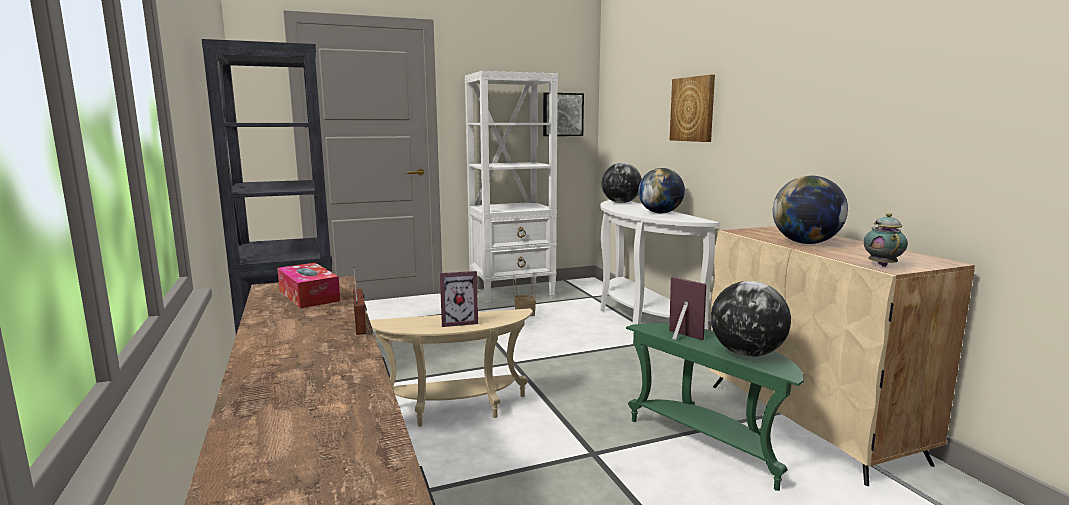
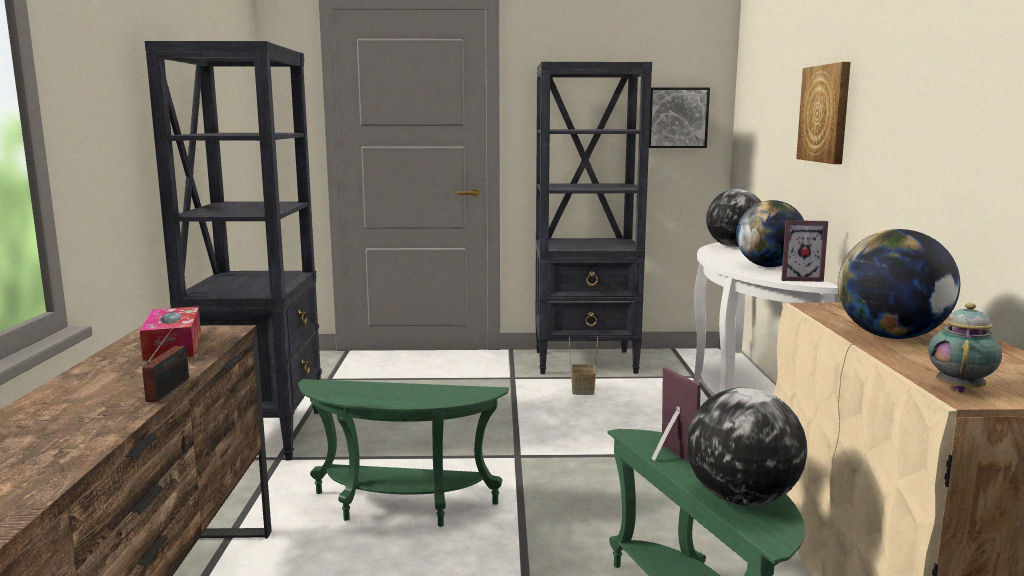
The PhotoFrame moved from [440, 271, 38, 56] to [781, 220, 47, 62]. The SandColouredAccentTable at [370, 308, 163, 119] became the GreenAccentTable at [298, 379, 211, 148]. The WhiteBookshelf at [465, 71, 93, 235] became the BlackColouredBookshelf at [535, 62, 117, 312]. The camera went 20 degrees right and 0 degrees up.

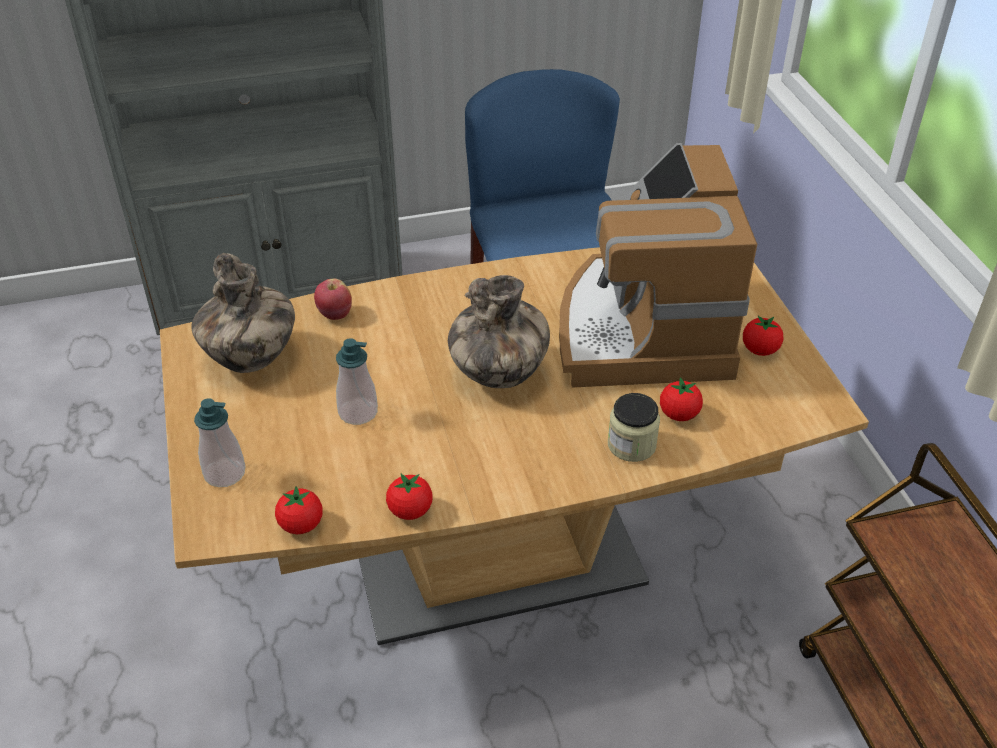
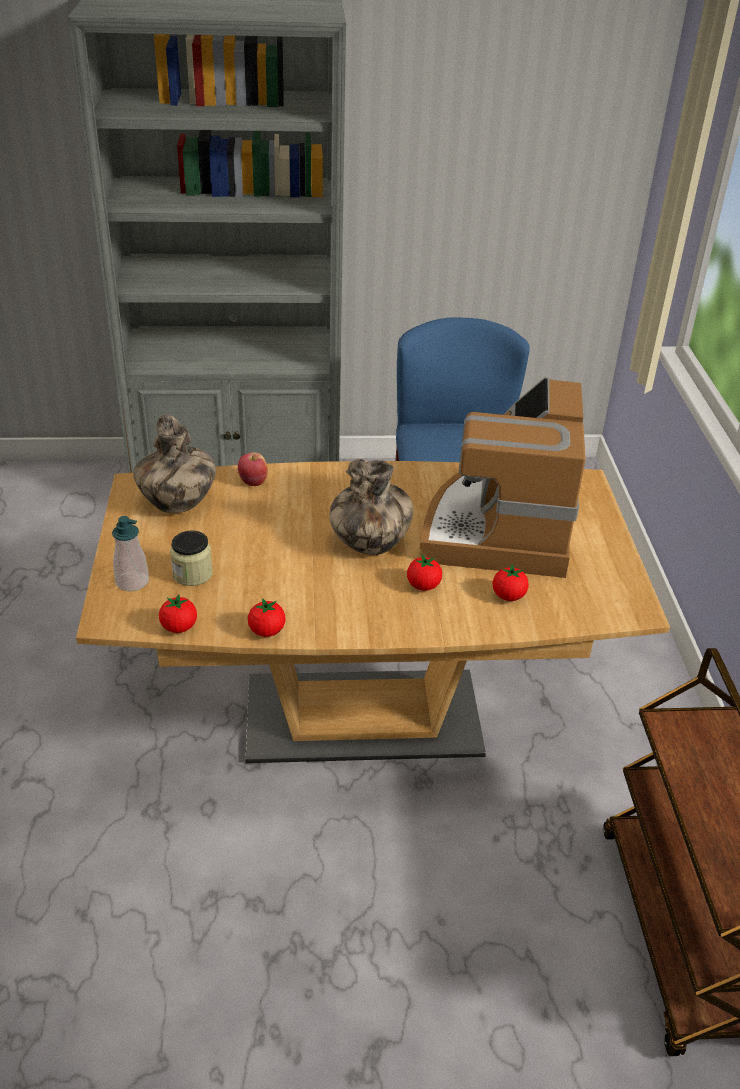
The LiquidSoapBottle at [336, 338, 42, 87] disappeared. The Jar moved from [608, 393, 52, 69] to [170, 531, 43, 55]. The FreshTomato moved from [743, 316, 41, 40] to [407, 554, 35, 37]. The camera went 10 degrees right and 5 degrees down.

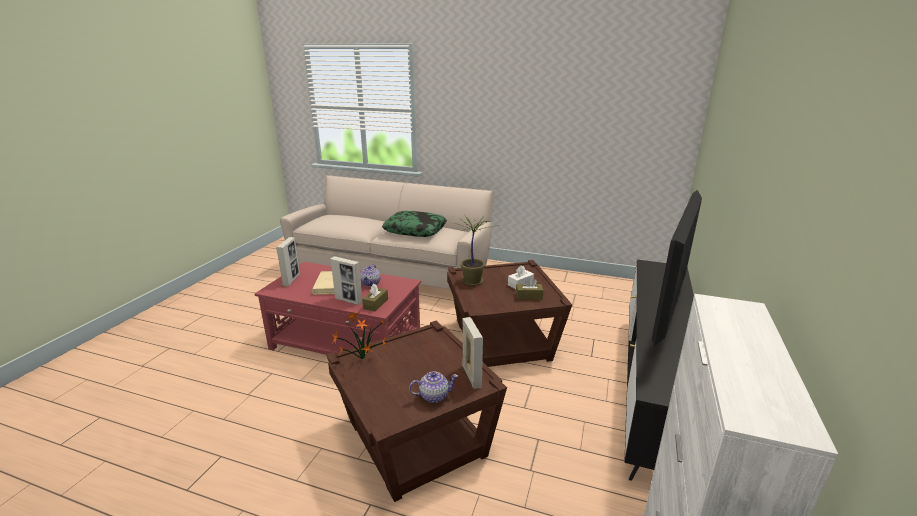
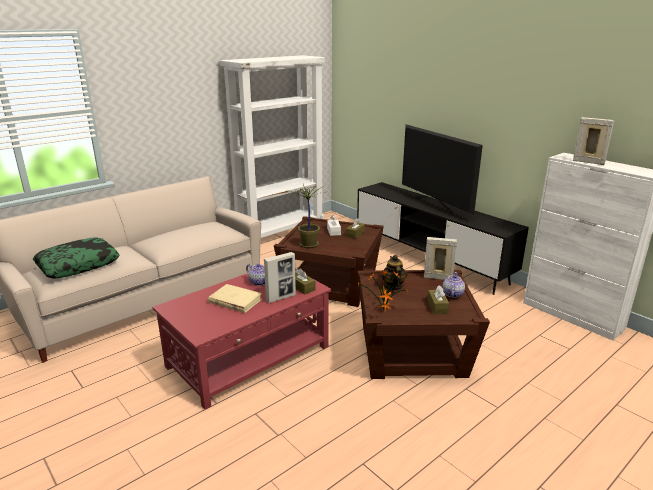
The WhiteBookshelf at [219, 55, 107, 183] appeared. The Teapot at [381, 255, 26, 35] appeared. The BrownBoxOfTissues at [427, 285, 22, 29] appeared. The PhotoFrame moved from [276, 237, 24, 49] to [573, 117, 41, 48]. The ThrowPillow moved from [382, 211, 65, 26] to [33, 238, 86, 40]. The camera went 60 degrees left and 0 degrees up.

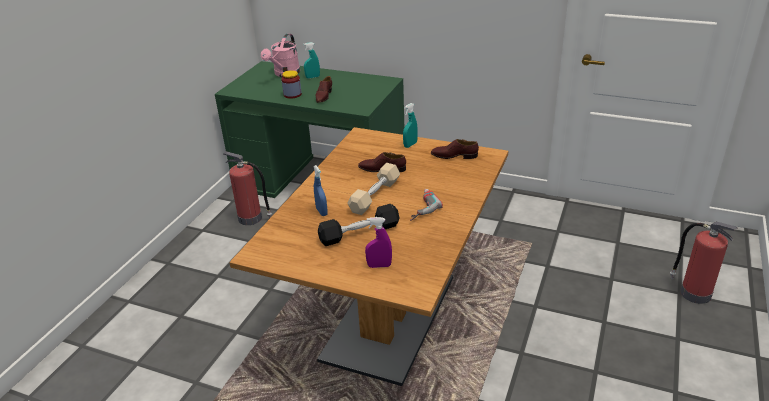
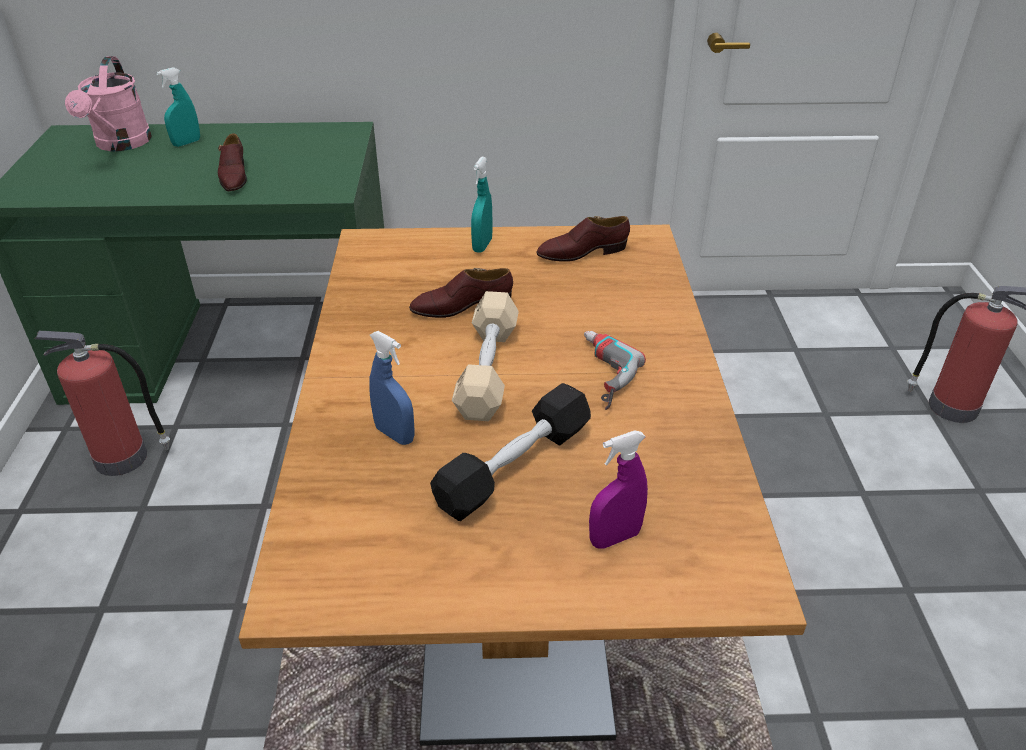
The Jar at [281, 70, 21, 29] disappeared. The camera went 25 degrees left and 5 degrees up.

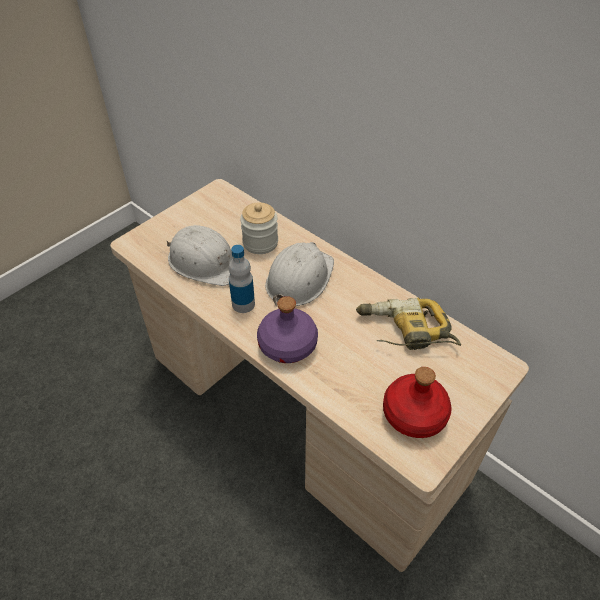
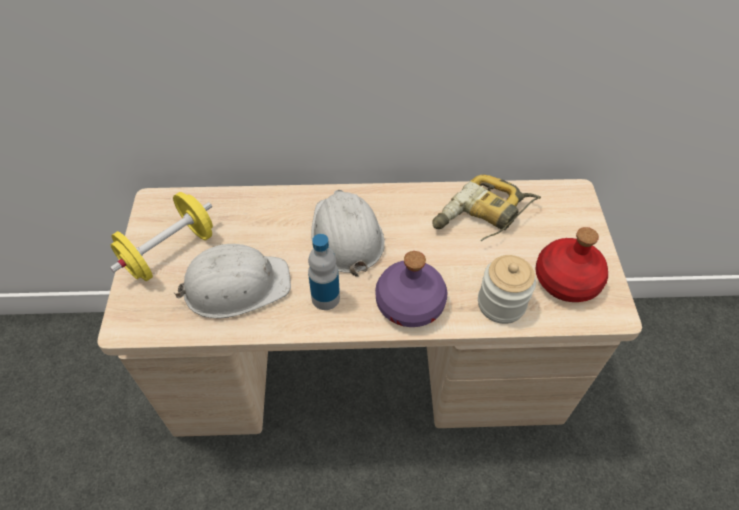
The YellowColouredDumbbell at [110, 192, 103, 89] appeared. The Jar moved from [240, 202, 38, 52] to [478, 255, 58, 69]. The camera went 45 degrees left and 5 degrees up.

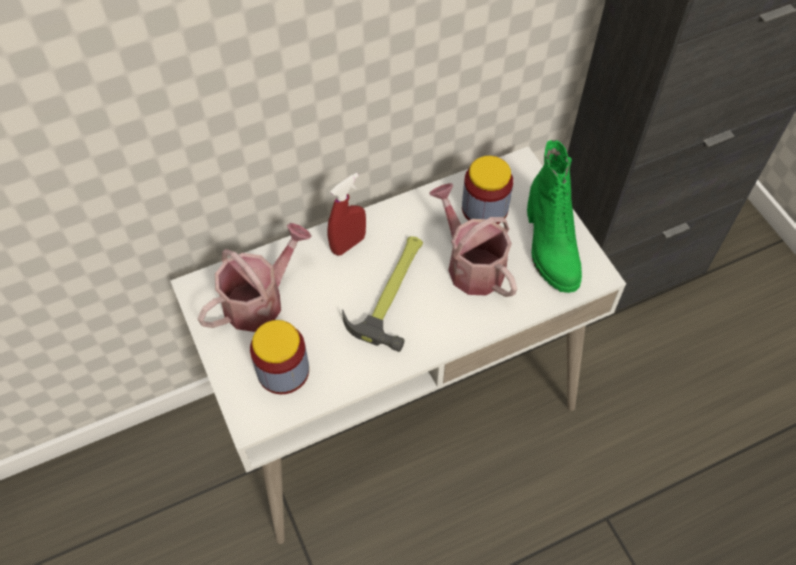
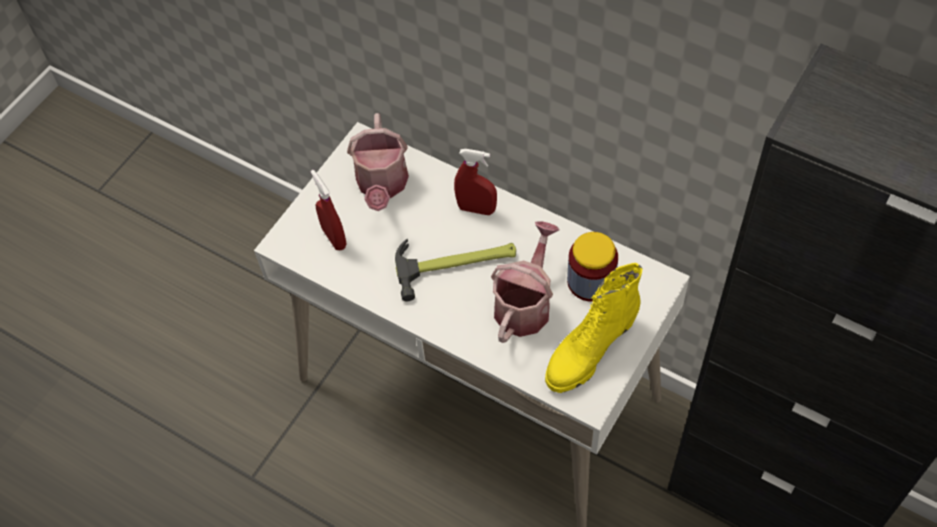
The Jar at [250, 320, 59, 74] was replaced by the RedColouredSprayBottle at [311, 170, 35, 80]. The GreenBoot at [527, 140, 55, 153] became the YellowColouredBoot at [545, 263, 98, 130]. The WateringCan at [197, 223, 115, 109] turned 75 degrees clockwise. The camera went 60 degrees right and 0 degrees up.

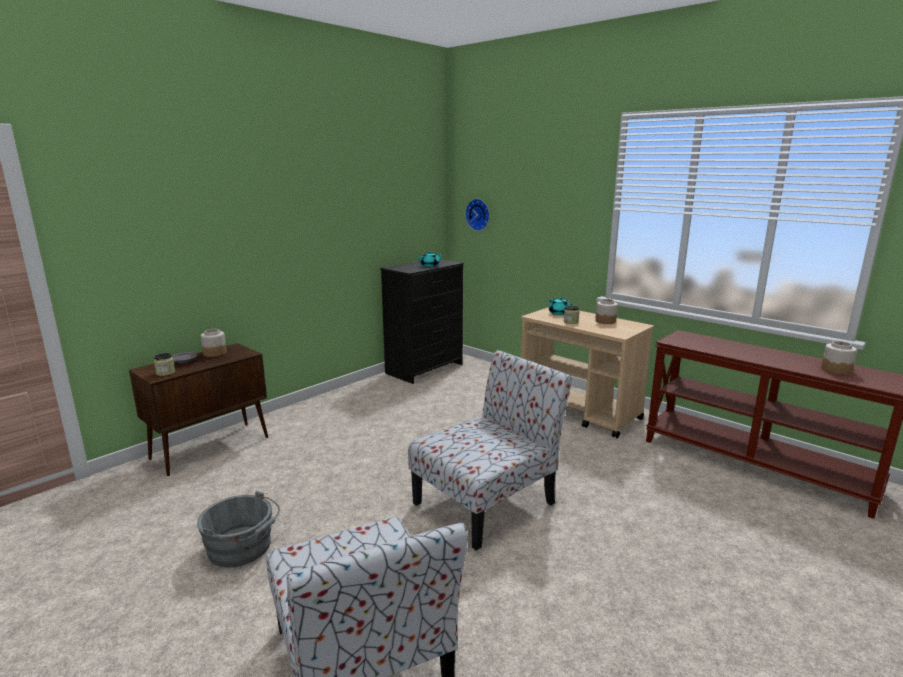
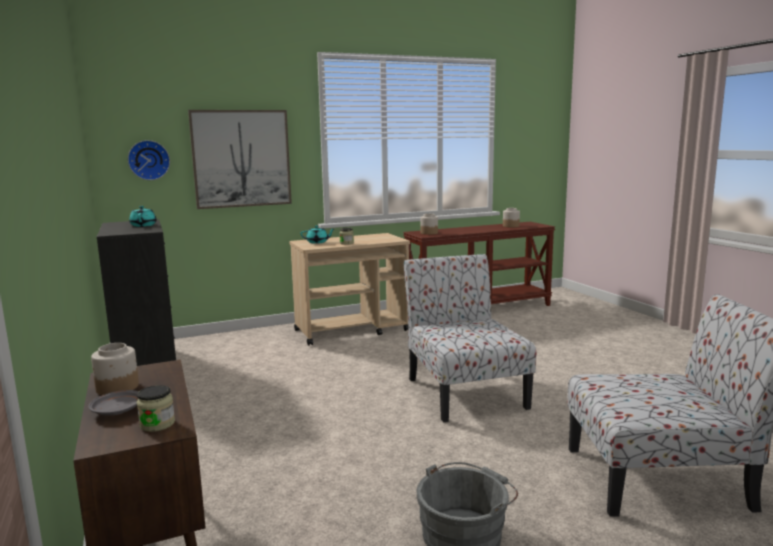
The WallArt at [188, 110, 104, 99] appeared. The Jar moved from [595, 299, 23, 25] to [420, 214, 18, 21]. The camera went 65 degrees left and 5 degrees down.

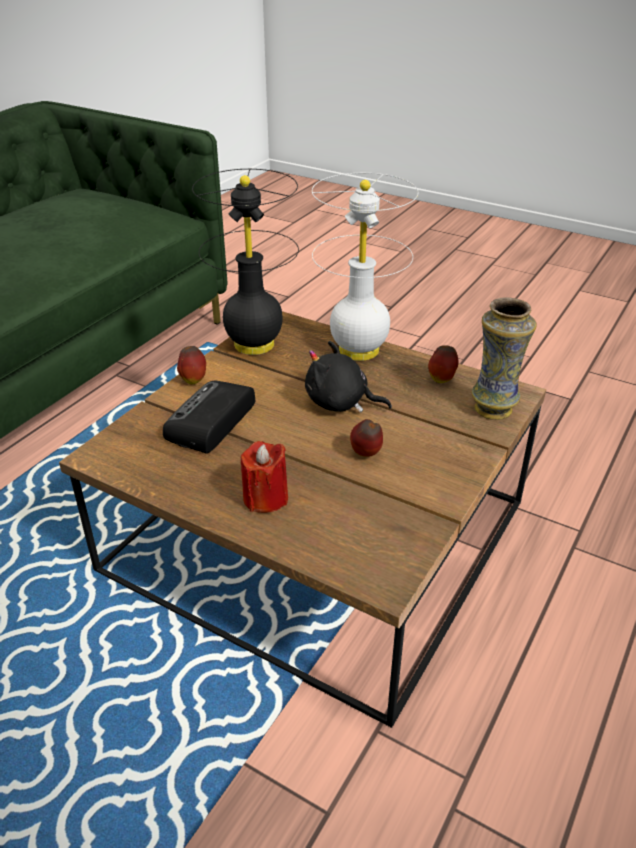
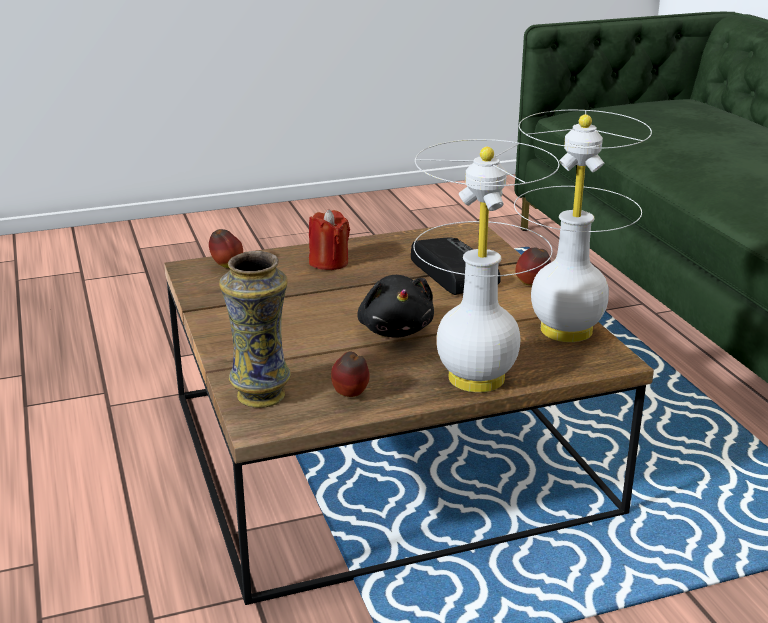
The AppleFruit moved from [350, 419, 33, 38] to [209, 229, 34, 39]. The BlackColouredLampForATable at [192, 169, 107, 186] became the WhiteLampForATable at [514, 110, 138, 232]. The BlackColouredPlushToy at [305, 340, 87, 72] turned 105 degrees clockwise. The camera went 130 degrees right and 10 degrees down.

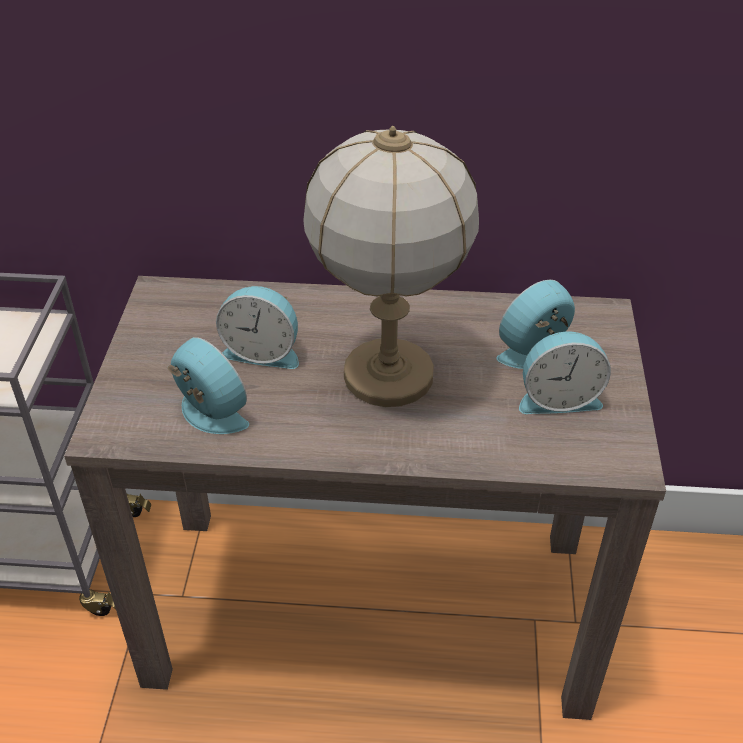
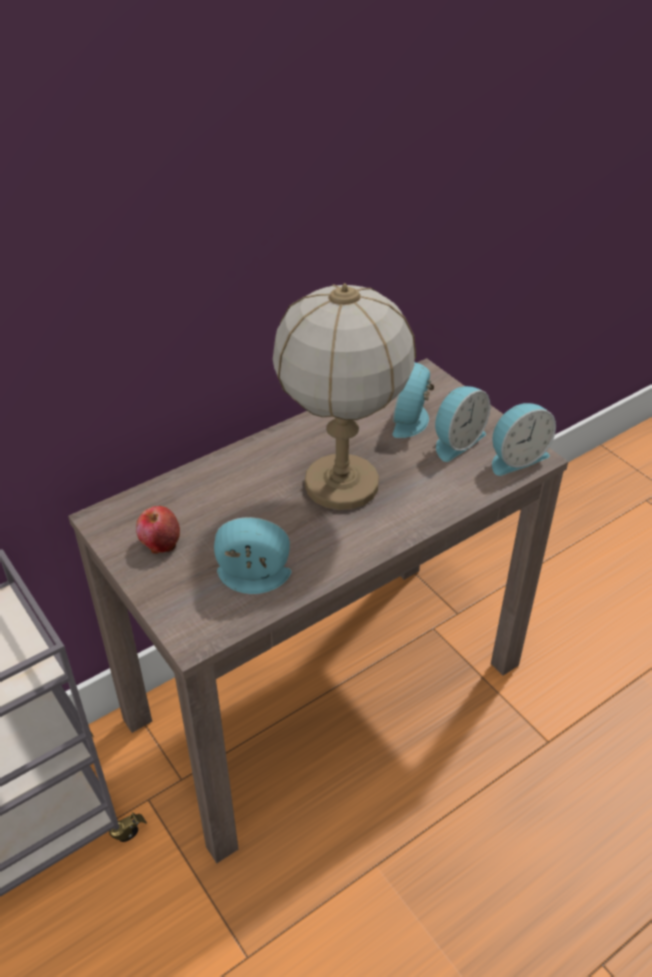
The AppleFruit at [136, 506, 44, 48] appeared. The BedsideClock moved from [216, 286, 83, 83] to [492, 403, 64, 73]. The camera went 40 degrees left and 0 degrees up.

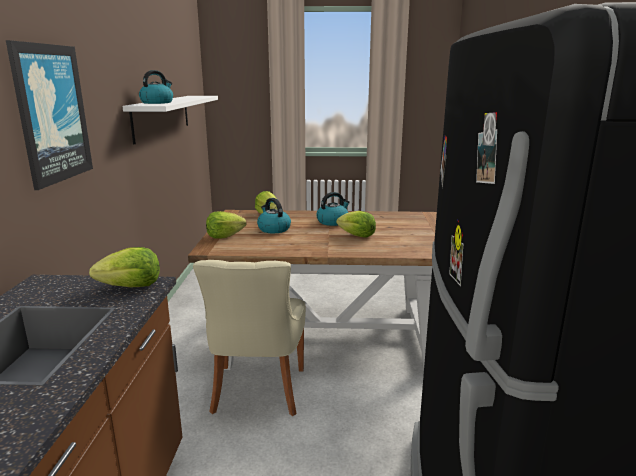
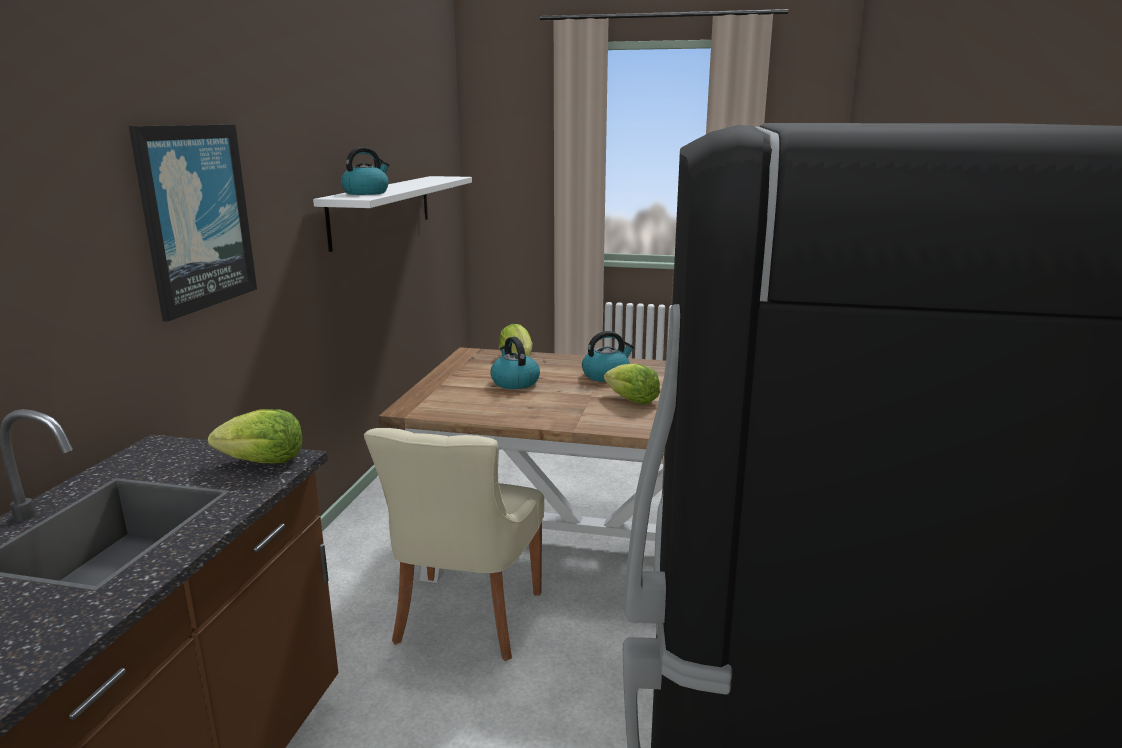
The LettuceHead at [206, 211, 40, 28] disappeared. The camera went 10 degrees right and 0 degrees up.

